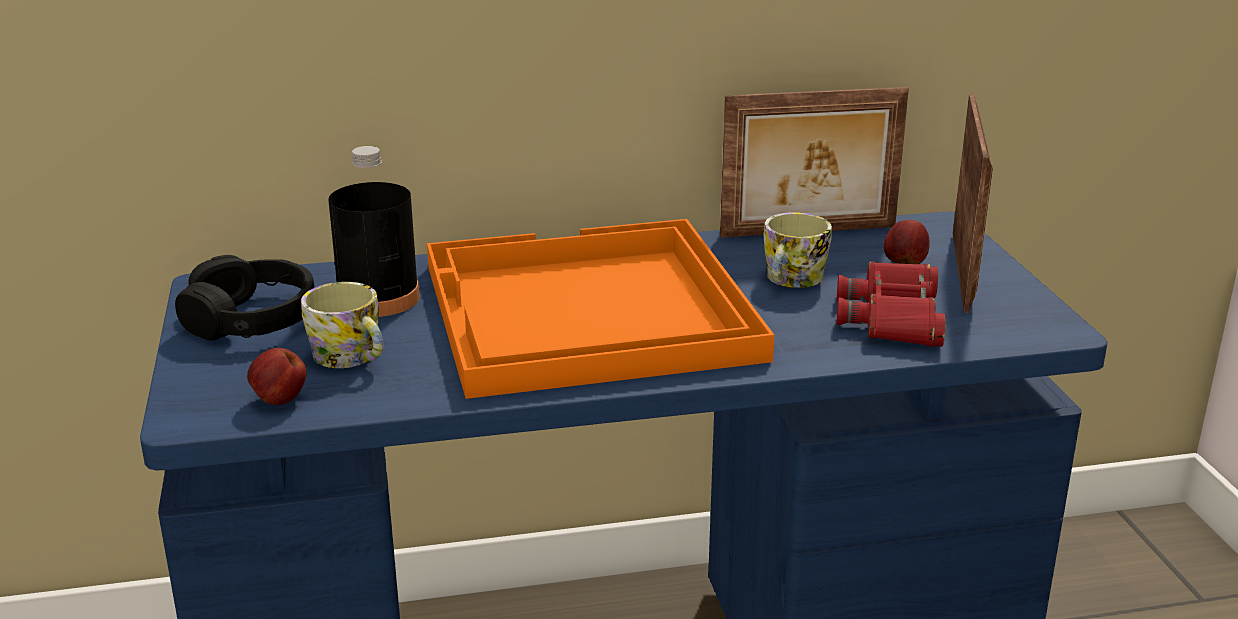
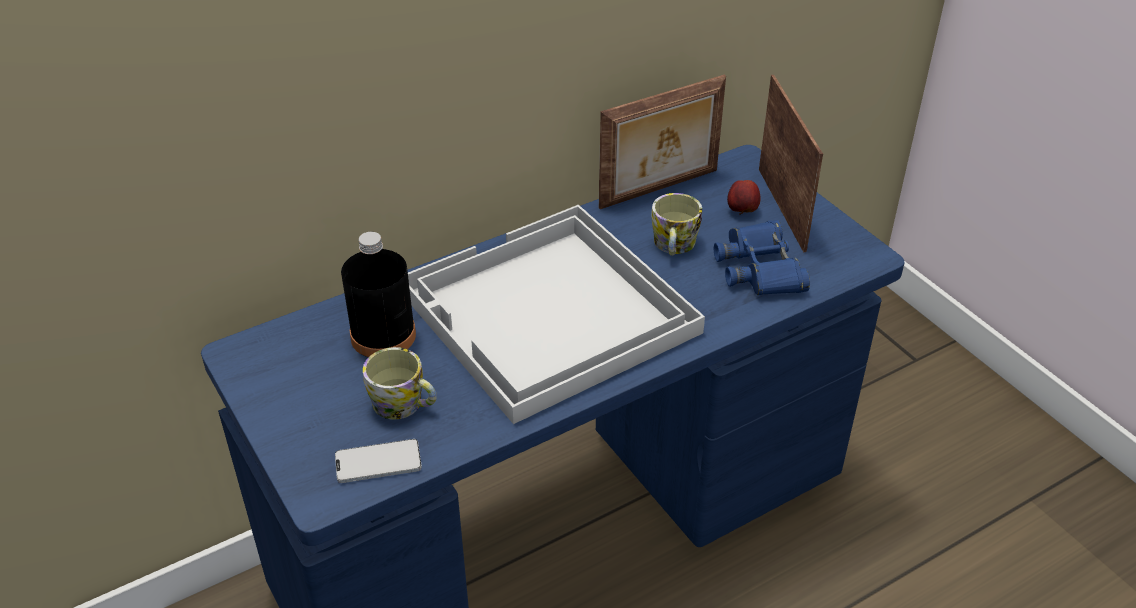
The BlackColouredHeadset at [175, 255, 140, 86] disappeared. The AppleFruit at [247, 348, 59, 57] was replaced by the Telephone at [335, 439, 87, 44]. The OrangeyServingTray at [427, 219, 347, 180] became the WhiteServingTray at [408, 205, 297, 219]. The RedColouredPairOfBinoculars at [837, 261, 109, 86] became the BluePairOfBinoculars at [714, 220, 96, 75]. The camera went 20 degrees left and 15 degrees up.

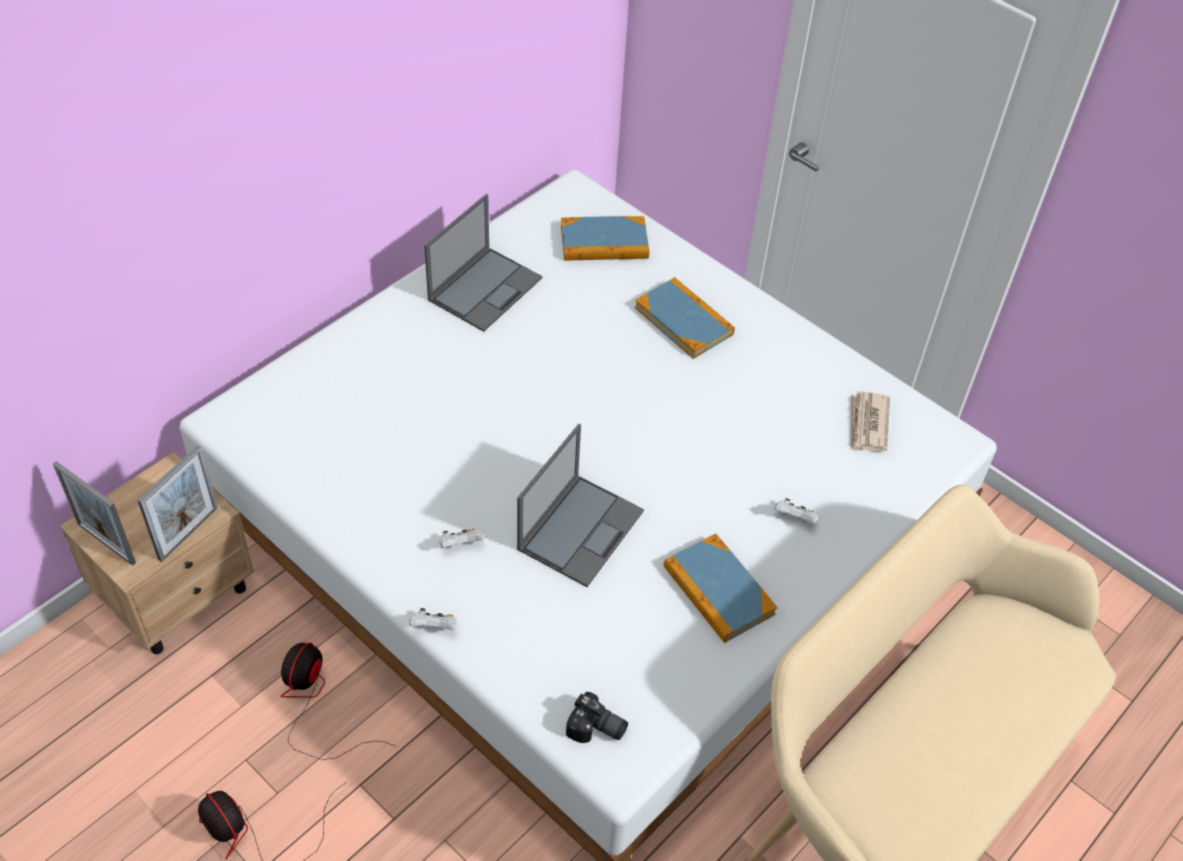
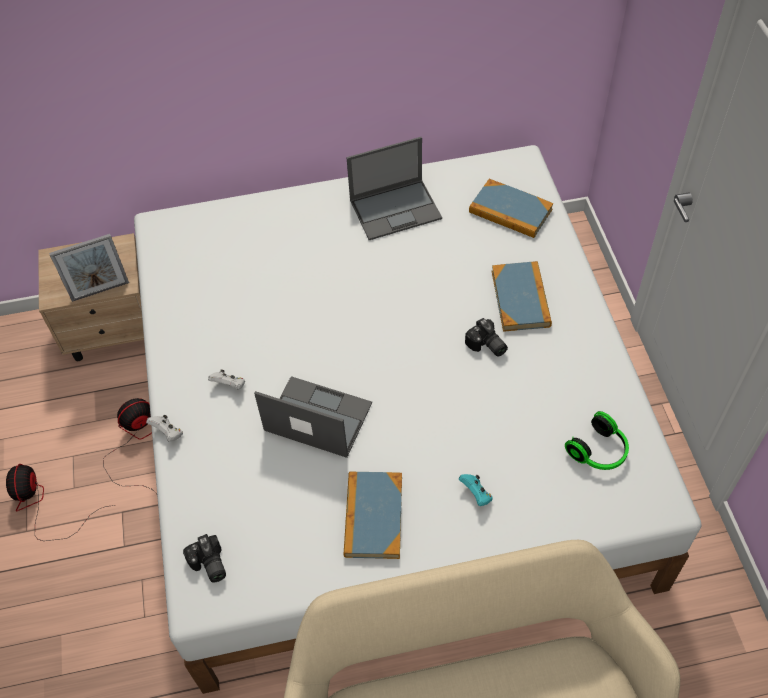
The PhotoFrame at [53, 461, 83, 105] disappeared. The PhotoCamera at [465, 318, 43, 39] appeared. The DailyPaper at [851, 392, 39, 60] was replaced by the Headset at [565, 411, 64, 59]. The WhiteGameController at [775, 498, 42, 25] became the TurquoiseGameController at [459, 474, 34, 32]. The Laptop at [517, 424, 127, 163] turned 135 degrees counterclockwise. The camera went 40 degrees right and 5 degrees up.

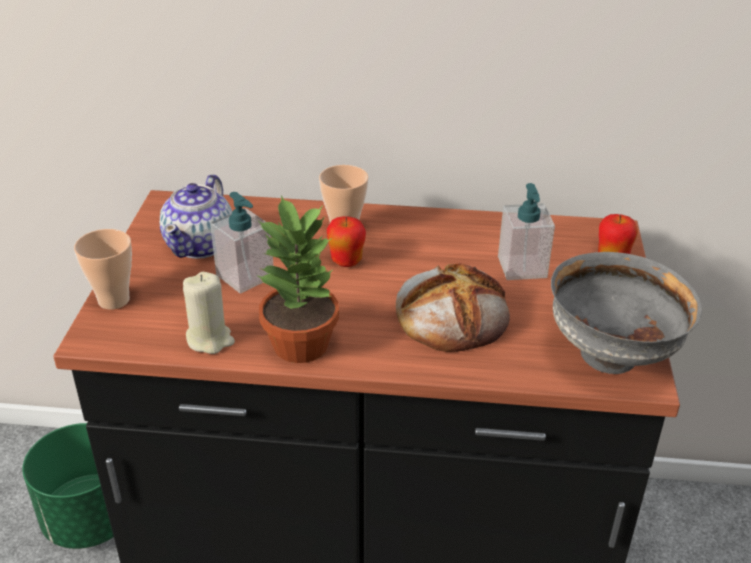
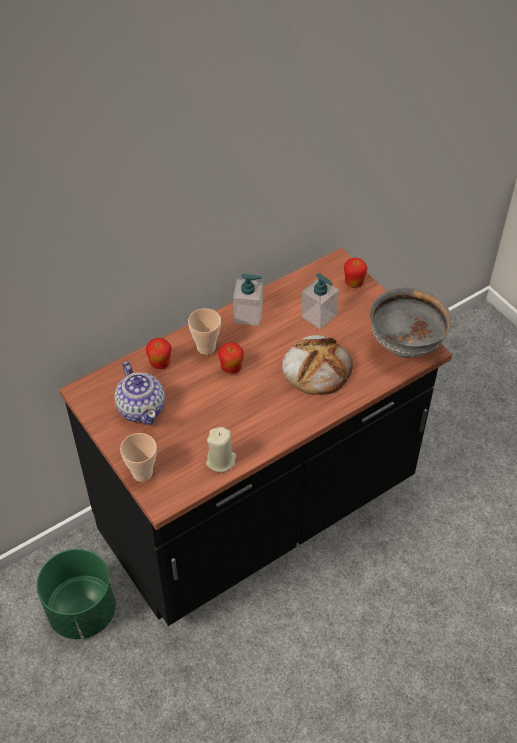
The PottedPlant at [257, 195, 82, 168] disappeared. The AppleFruit at [146, 338, 25, 31] appeared. The LiquidSoapBottle moved from [210, 192, 64, 102] to [233, 274, 30, 52]. The camera went 40 degrees left and 15 degrees up.

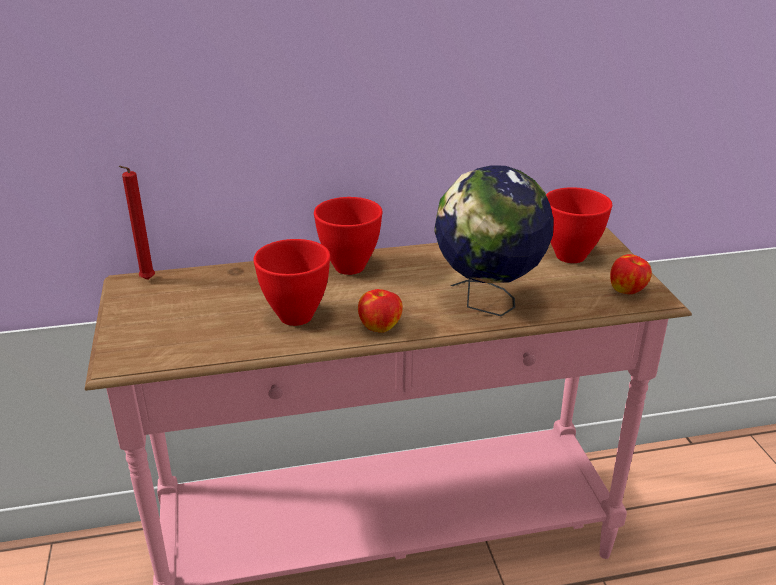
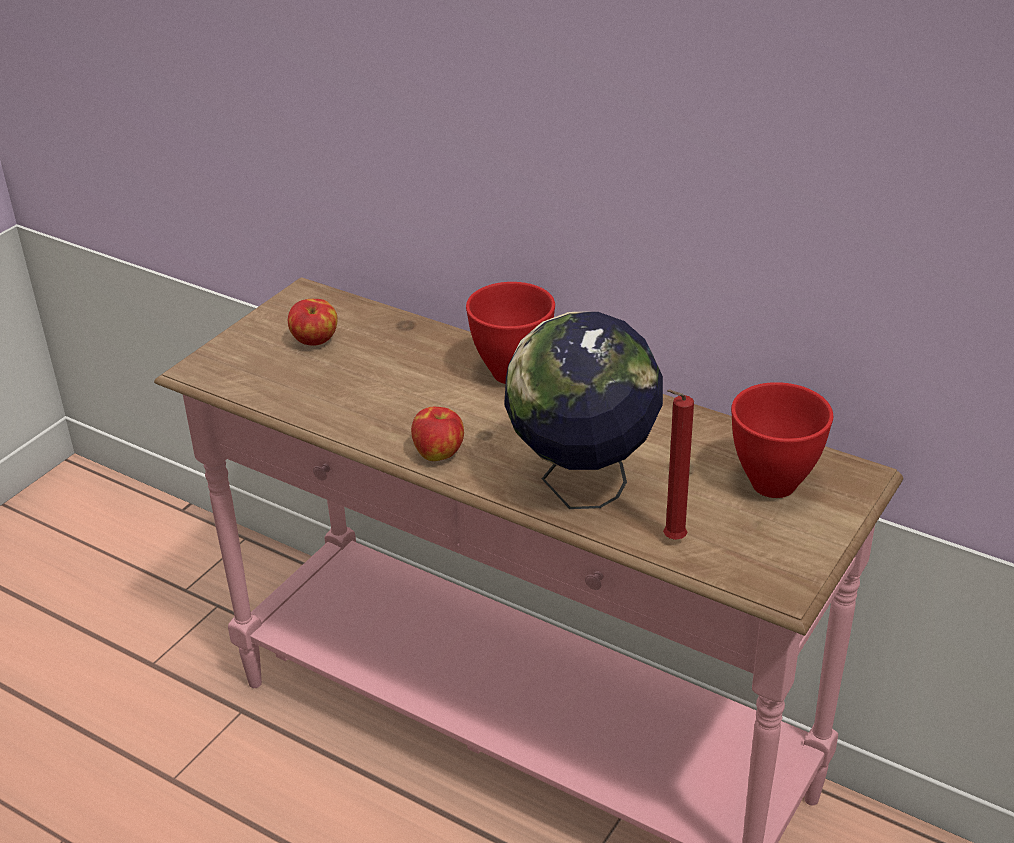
The RedColouredBowl at [253, 239, 77, 87] disappeared. The RedColouredCandle moved from [119, 166, 36, 114] to [663, 390, 31, 150]. The AppleFruit moved from [610, 254, 42, 40] to [288, 299, 49, 47]. The camera went 45 degrees right and 5 degrees up.

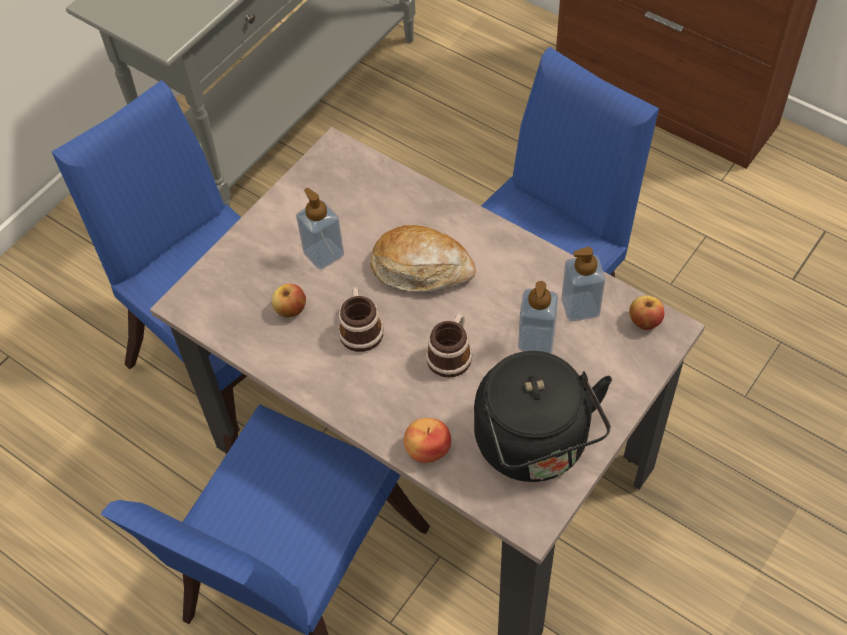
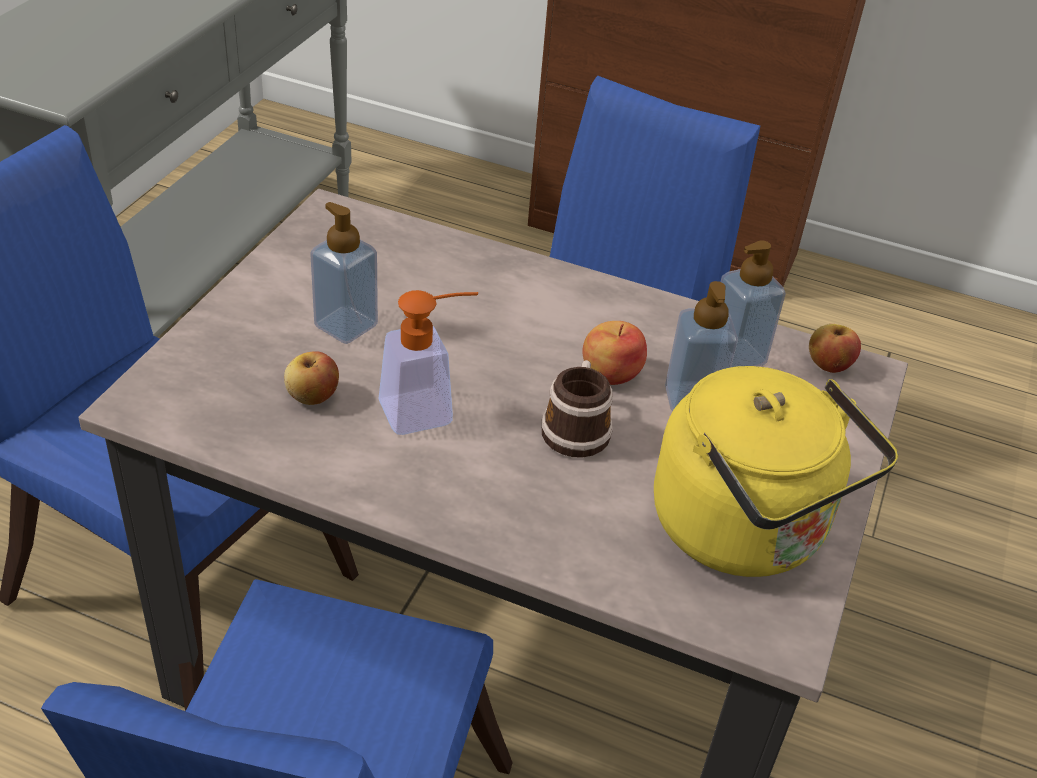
The BakedBread at [370, 225, 106, 67] disappeared. The AppleFruit moved from [404, 418, 47, 45] to [583, 321, 64, 64]. The CoffeeMug at [338, 287, 46, 65] was replaced by the LiquidSoapBottle at [378, 290, 100, 145]. The BlackColouredKettle at [474, 351, 138, 131] became the YellowColouredKettle at [654, 366, 244, 211]. The camera went 20 degrees left and 15 degrees down.

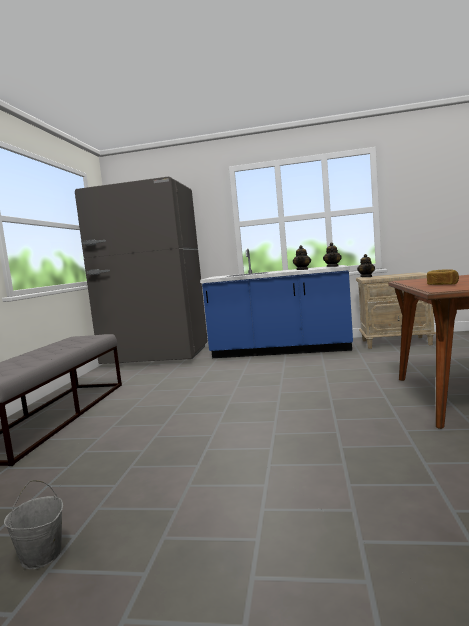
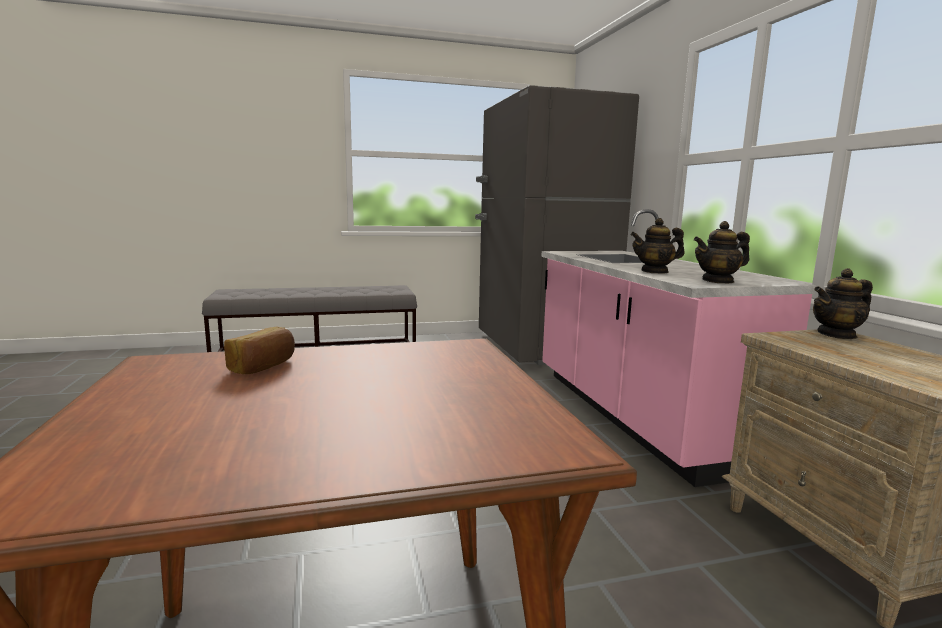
The GreyBucket at [4, 480, 59, 89] disappeared. The BlueKitchenCounter at [200, 248, 153, 110] became the PinkColouredKitchenCounter at [541, 209, 275, 278]. The camera went 65 degrees right and 5 degrees up.

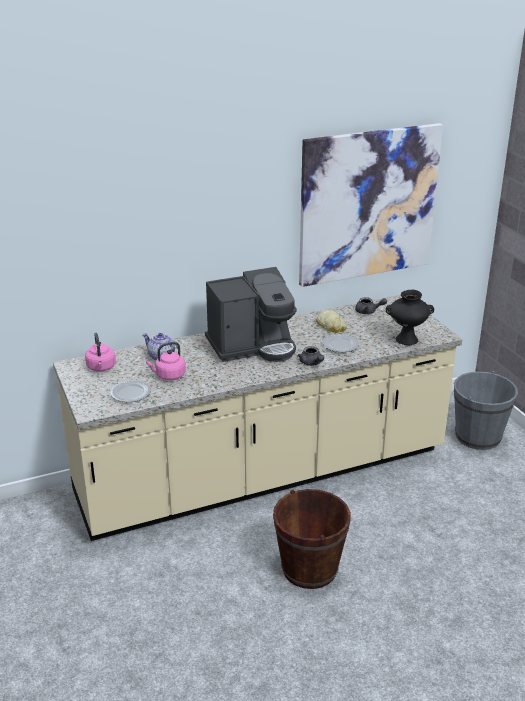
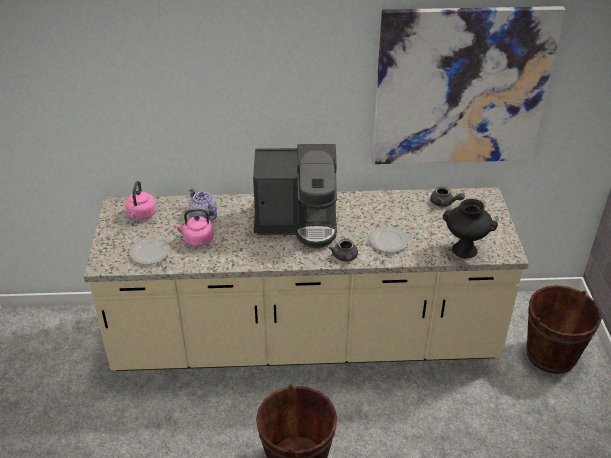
The BakedBread at [316, 310, 31, 23] disappeared. The GreyBucket at [454, 371, 64, 79] became the BrownBucket at [526, 285, 76, 89]. The camera went 20 degrees right and 10 degrees up.

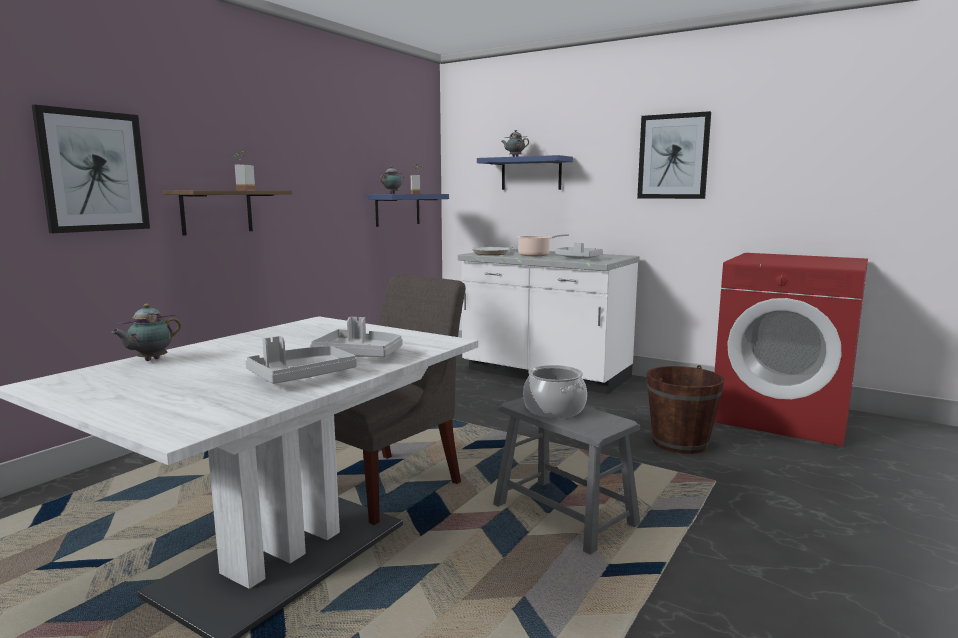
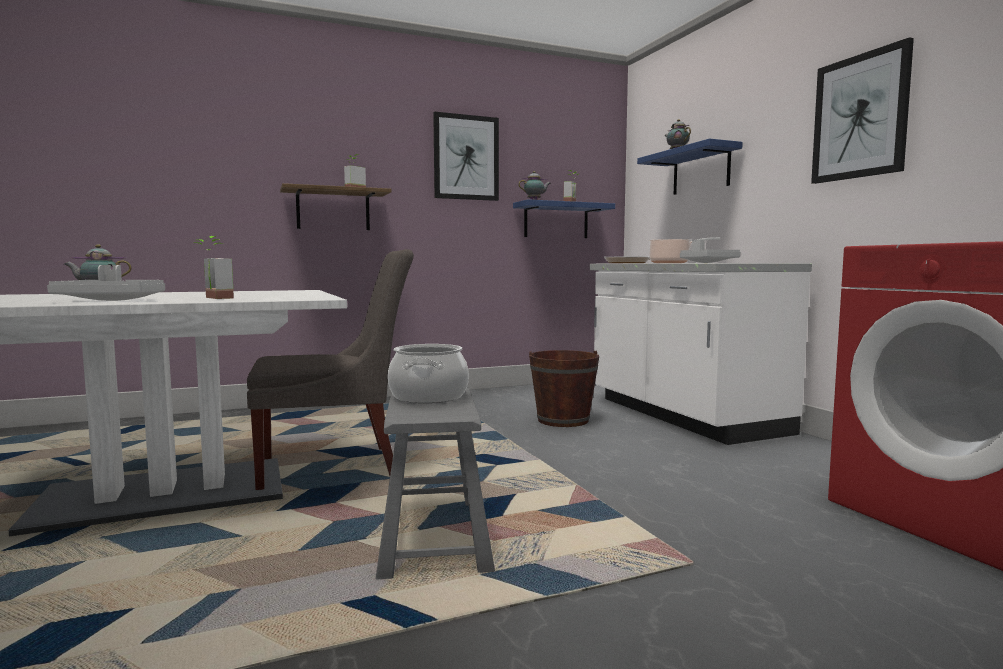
The WallArt moved from [32, 105, 118, 128] to [433, 112, 66, 89]. The BrownBucket moved from [646, 365, 78, 89] to [529, 350, 70, 77]. The GreyServingTray at [310, 317, 93, 40] was replaced by the PottedPlant at [194, 236, 40, 63]. The camera went 35 degrees right and 5 degrees down.

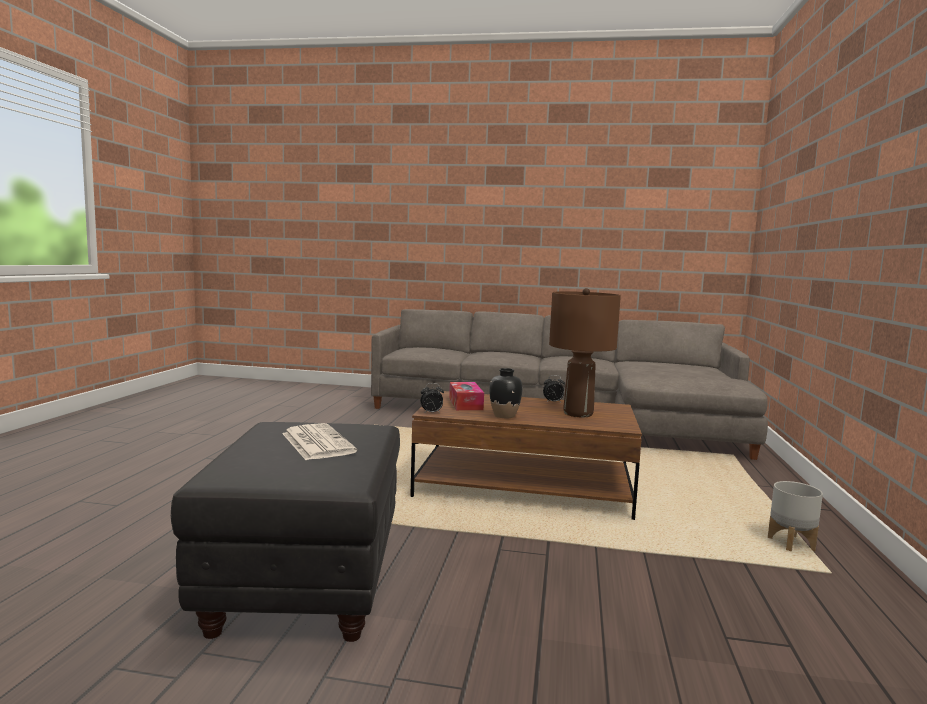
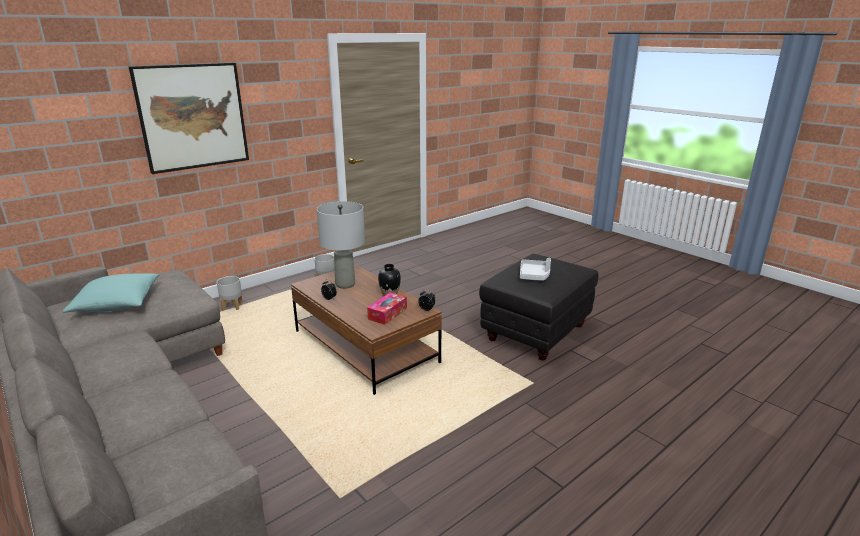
The TurquoiseThrowPillow at [63, 274, 96, 39] appeared. The WallArt at [129, 63, 120, 111] appeared. The GreyPlantPot at [217, 276, 26, 35] appeared. The DailyPaper at [282, 423, 75, 37] was replaced by the GreyServingTray at [520, 258, 31, 23]. The BrownLampForATable at [549, 288, 72, 129] became the GreyLampForATable at [317, 201, 48, 88]. The camera went 140 degrees left and 15 degrees up.

